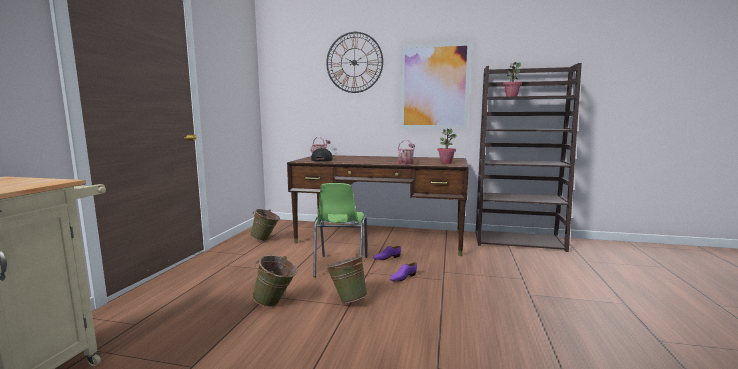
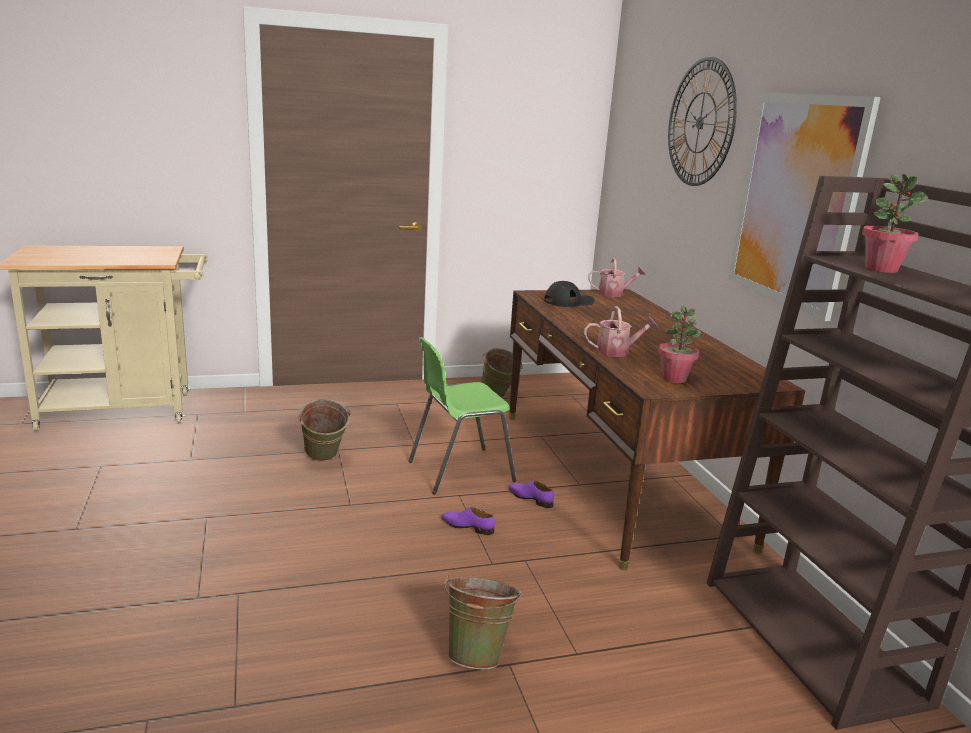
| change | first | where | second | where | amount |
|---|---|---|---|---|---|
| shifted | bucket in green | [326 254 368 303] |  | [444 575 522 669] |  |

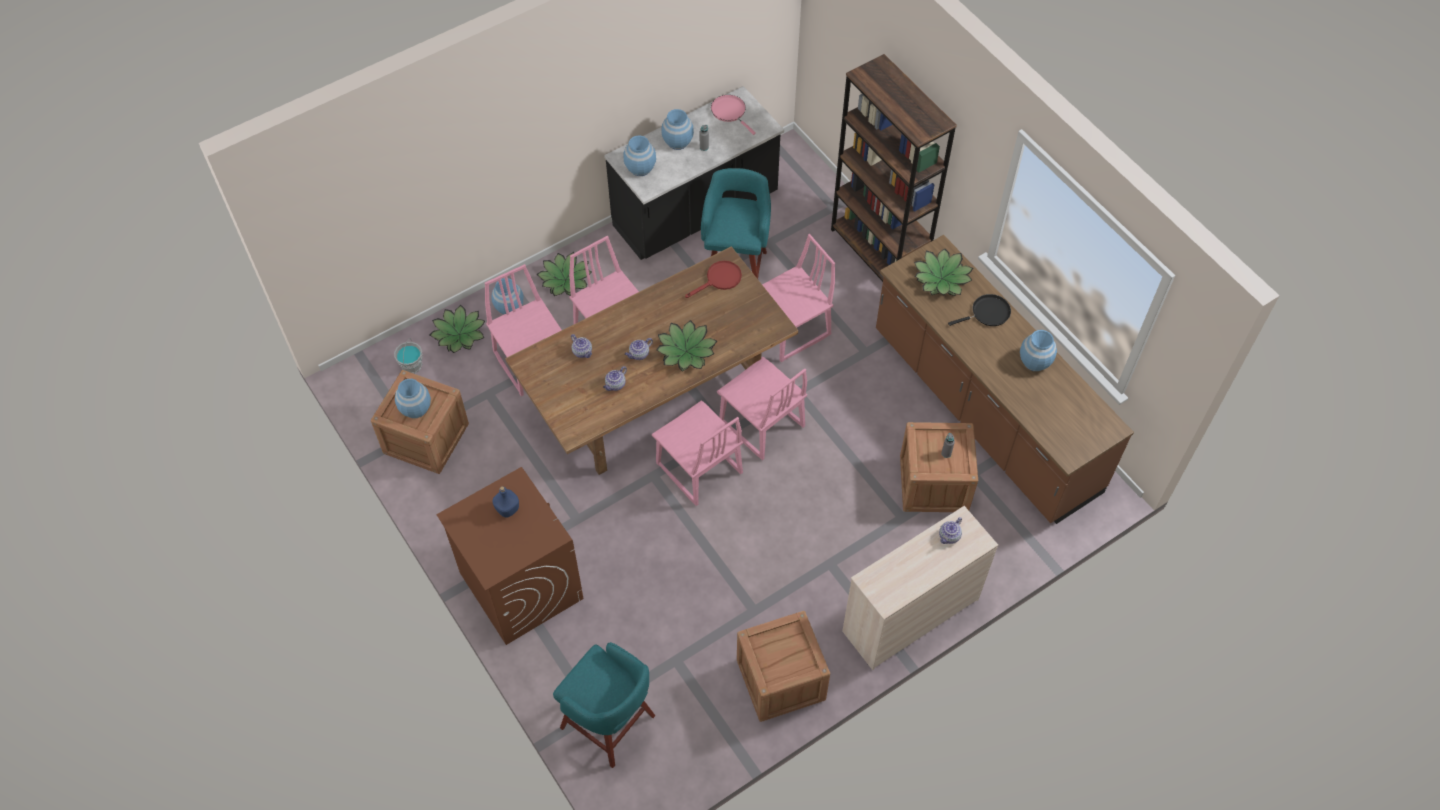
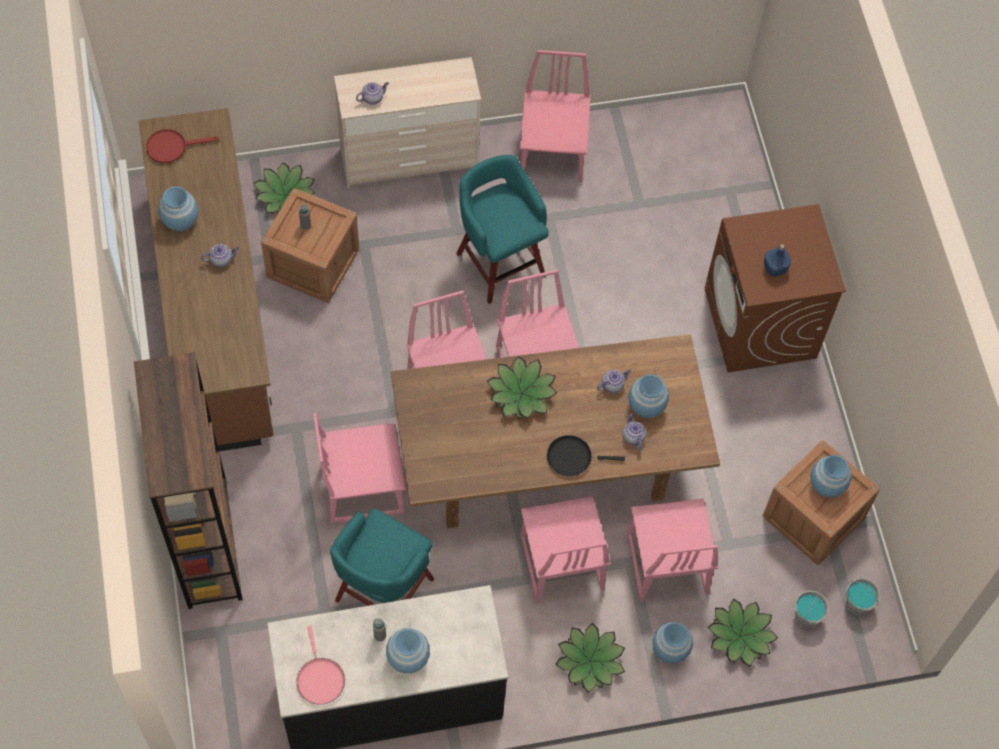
| change | first | where | second | where | amount |
|---|---|---|---|---|---|
| new |  |  | bucket in grey | [845 578 880 615] |  |
| shifted | stool in turquoise | [553 642 655 768] |  | [456 155 549 304] |  |
| shifted | vase in blue | [623 136 656 176] |  | [628 374 669 418] |  |
| shifted | teapot | [625 338 653 360] |  | [201 244 239 267] |  |
| shifted | frying pan in red | [685 261 742 298] |  | [146 129 220 163] |  |
| shifted | potted plant | [914 248 973 296] |  | [253 162 315 214] |  |
| shifted | frying pan in black | [948 294 1011 326] |  | [547 435 625 477] |  |
| swapped | crate | [737 611 830 722] | chair in pink | [520 50 591 183] |  |

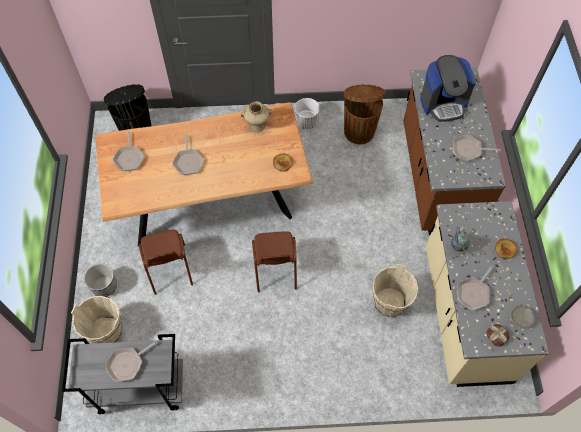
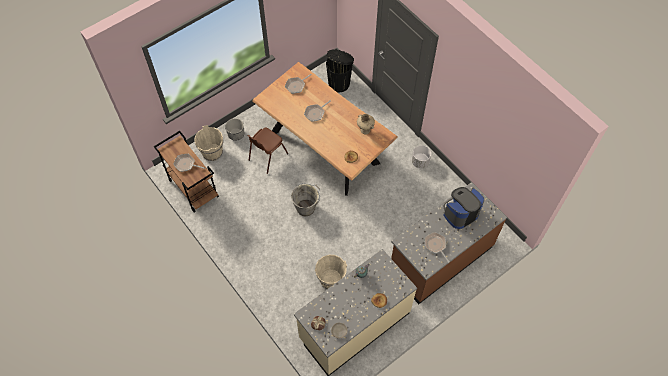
| change | first | where | second | where | amount |
|---|---|---|---|---|---|
| gone | trash can in brown | [344 85 385 144] |  |  |  |
| gone | frying pan | [457 266 493 310] |  |  |  |
| swapped | chair in brown | [252 231 297 292] | bucket in grey | [291 183 320 217] |  |
| repainted | cart in grey | [62 334 183 414] | cart in brown | [154 131 219 213] |  |
| rotated | coffee machine | [420 55 476 122] |  | [443 187 484 229] | 105 degrees clockwise |

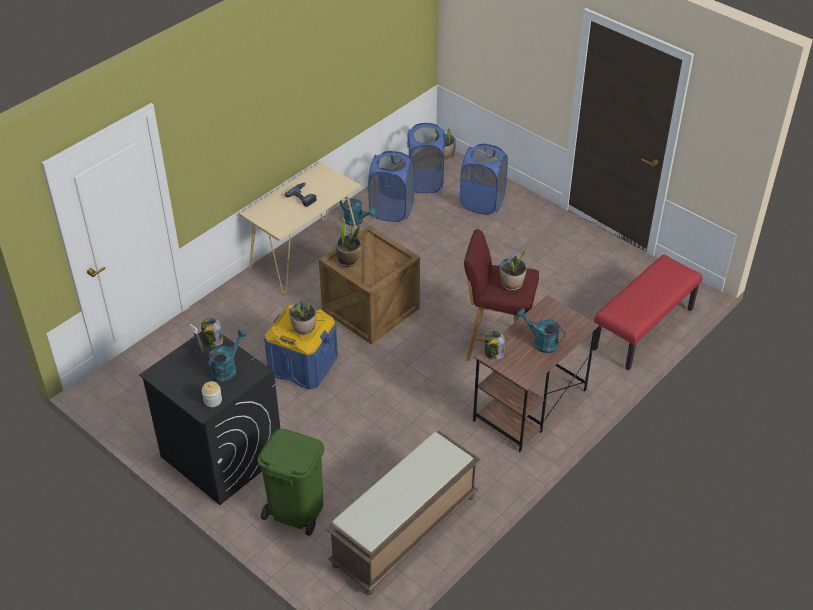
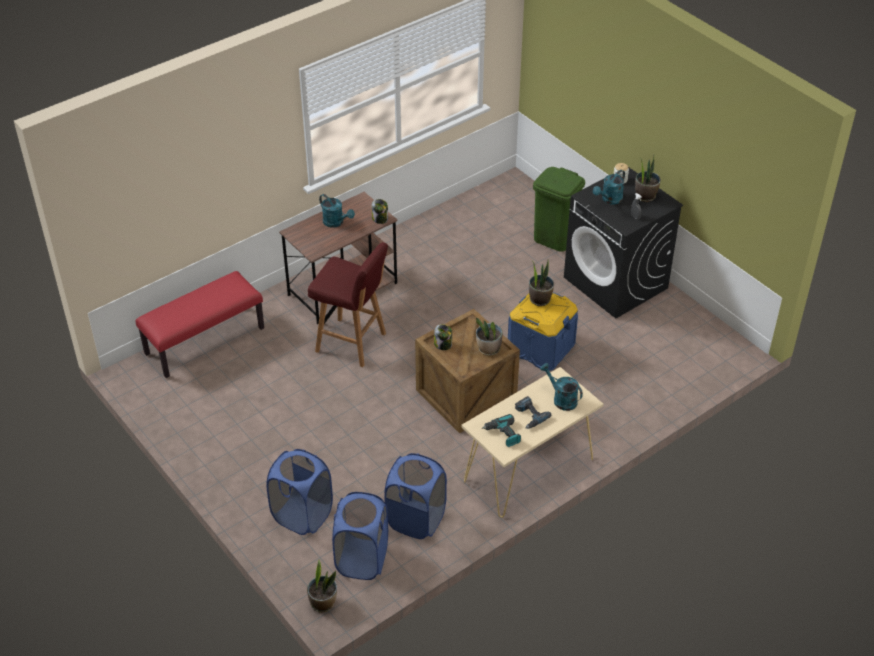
| change | first | where | second | where | amount |
|---|---|---|---|---|---|
| gone | bench in brown | [325 430 480 595] |  |  |  |
| new |  |  | power drill | [482 414 521 447] |  |
| shifted | jar | [201 318 223 347] |  | [434 324 452 350] |  |
| shifted | watering can in turquoise | [340 197 376 226] |  | [540 363 583 411] |  |
| shifted | potted plant | [499 249 527 290] |  | [635 156 661 202] |  |

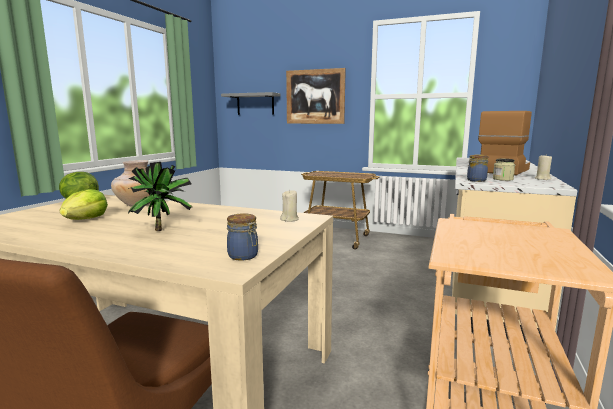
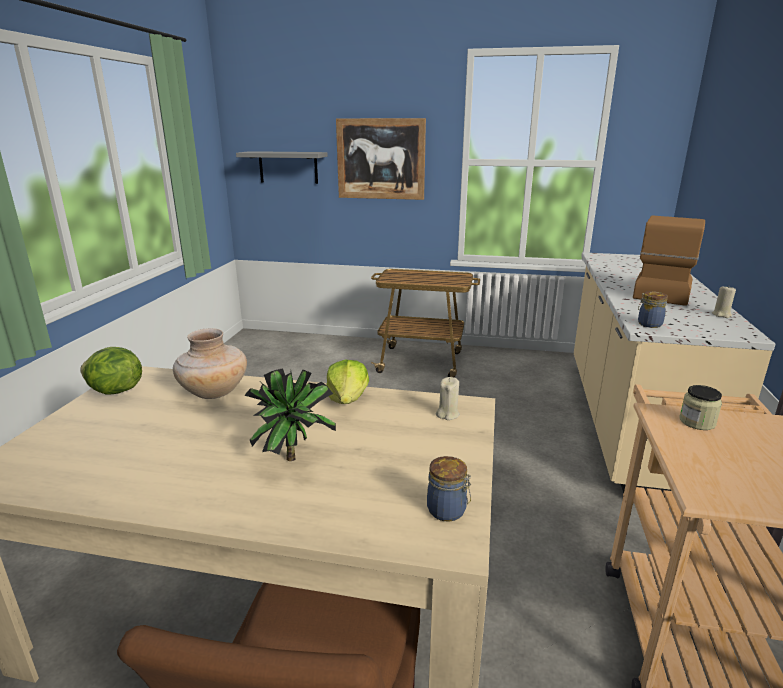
| change | first | where | second | where | amount |
|---|---|---|---|---|---|
| shifted | lettuce | [60 189 108 220] |  | [326 359 369 404] |  |
| shifted | jar | [493 159 515 181] |  | [679 385 722 430] |  |

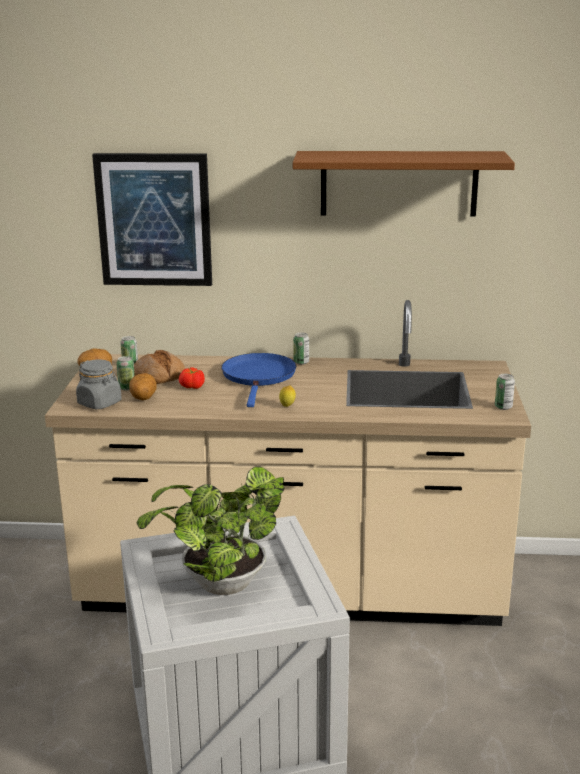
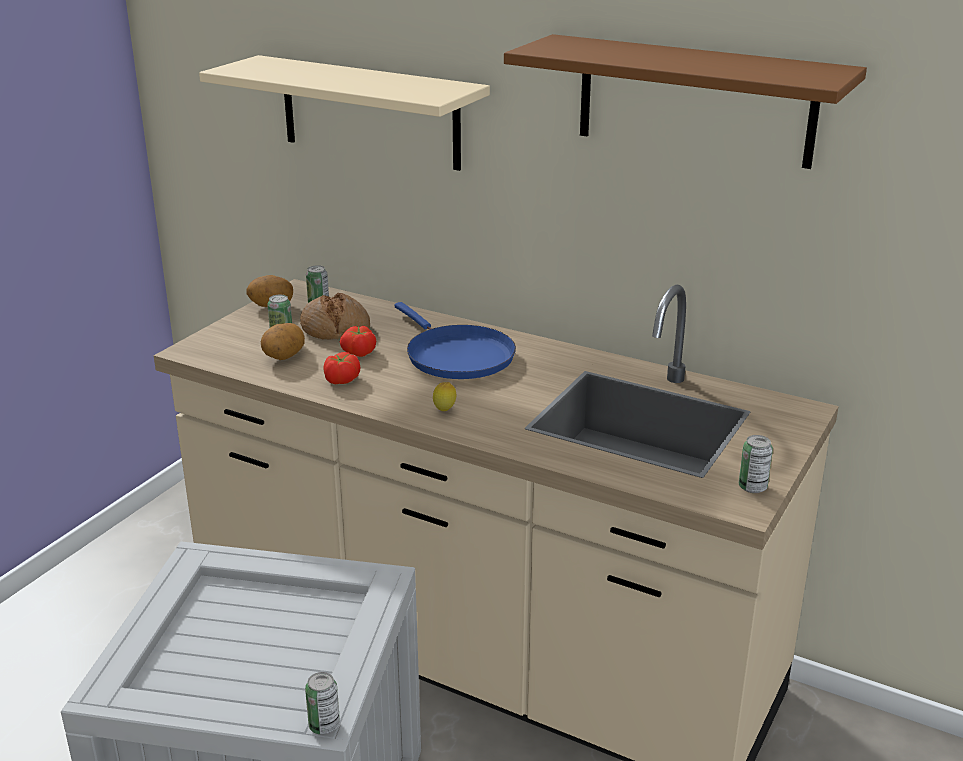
| change | first | where | second | where | amount |
|---|---|---|---|---|---|
| gone | jar in grey | [76 359 122 409] |  |  |  |
| gone | potted plant | [137 467 285 595] |  |  |  |
| new |  |  | tomato | [323 352 360 384] |  |
| shifted | can | [293 332 309 365] |  | [305 672 340 735] |  |
| swapped | picture | [92 153 212 286] | shelf in beige | [199 55 490 171] |  |
| rotated | frying pan in blue | [221 353 296 407] |  | [394 302 516 379] | 120 degrees clockwise |

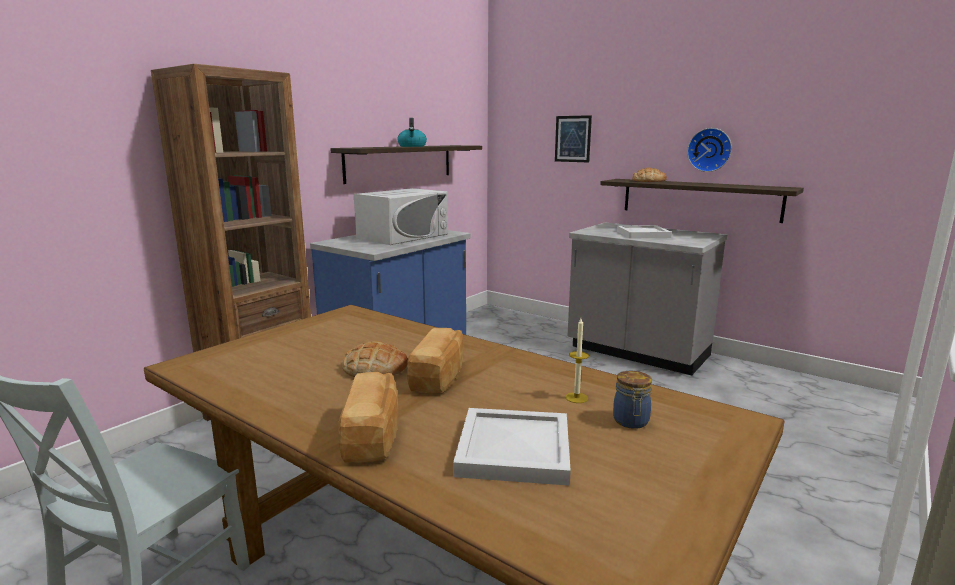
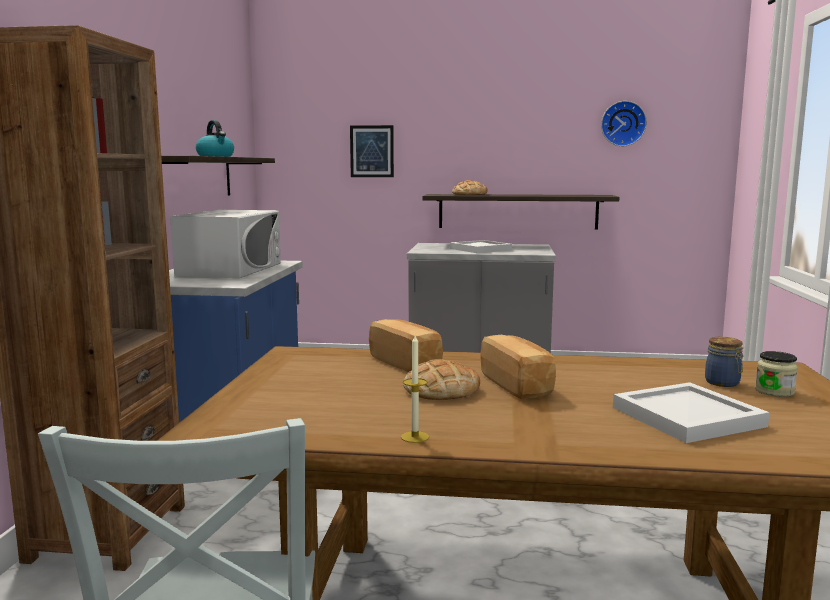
| change | first | where | second | where | amount |
|---|---|---|---|---|---|
| new |  |  | jar | [755 351 798 397] |  |
| shifted | bread | [338 372 398 463] |  | [369 319 443 372] |  |
| shifted | candle | [565 318 589 403] |  | [401 335 429 443] |  |
| shifted | wall clock | [687 128 732 172] |  | [601 101 647 146] |  |

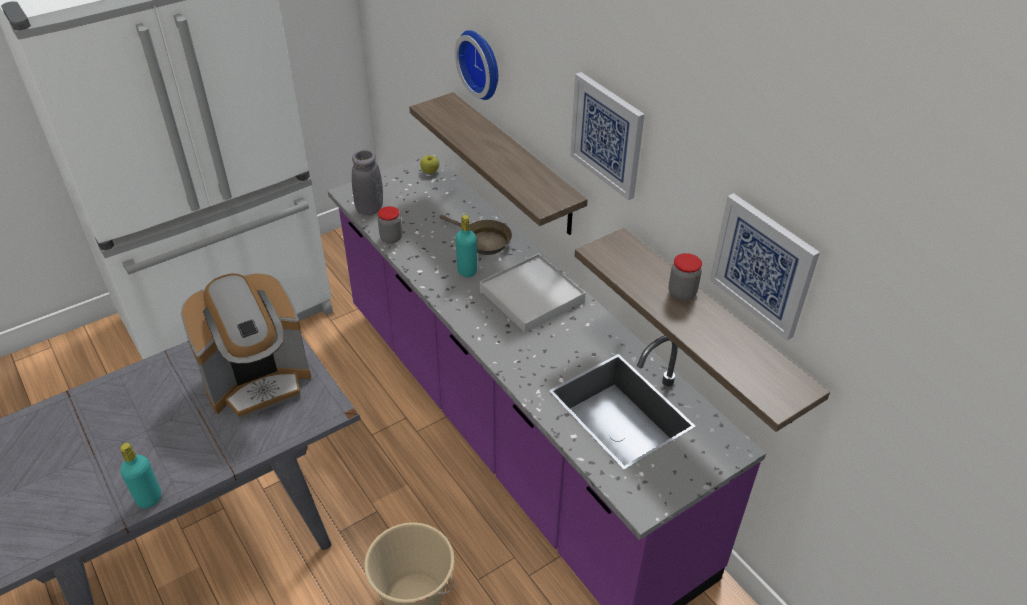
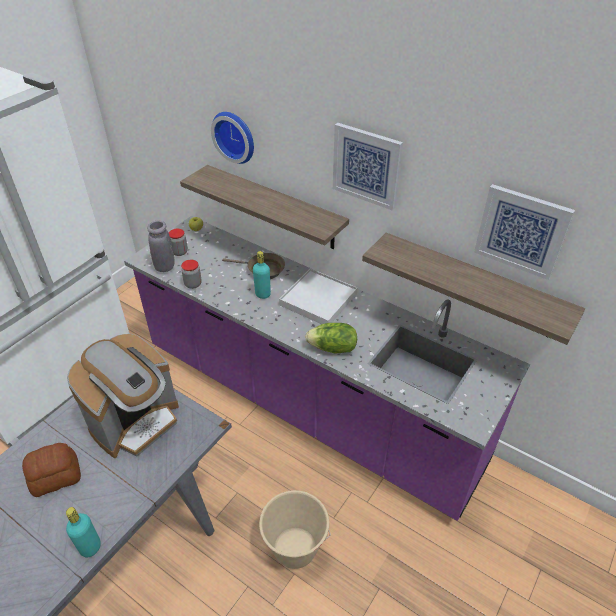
| change | first | where | second | where | amount |
|---|---|---|---|---|---|
| new |  |  | bread | [22 443 81 497] |  |
| new |  |  | lettuce | [305 323 357 353] |  |
| shifted | jar | [669 253 702 301] |  | [169 229 188 256] |  |

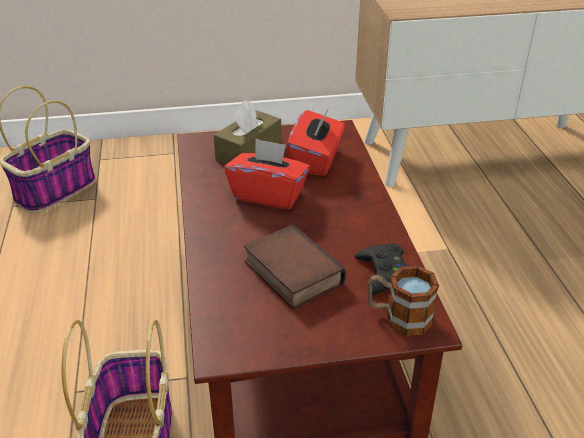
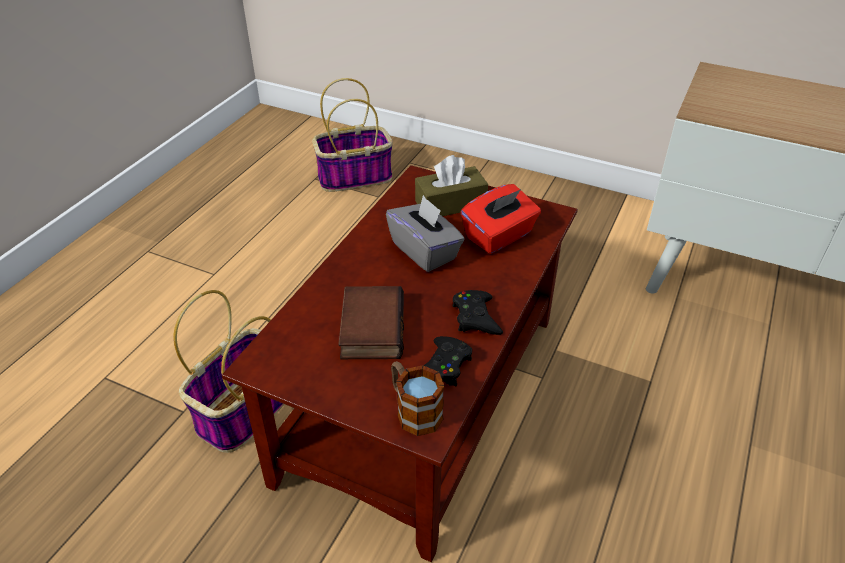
| change | first | where | second | where | amount |
|---|---|---|---|---|---|
| new |  |  | game controller in black | [453 290 503 335] |  |
| repainted | tissue box in red | [224 138 310 209] | tissue box in grey | [386 195 465 272] |  |

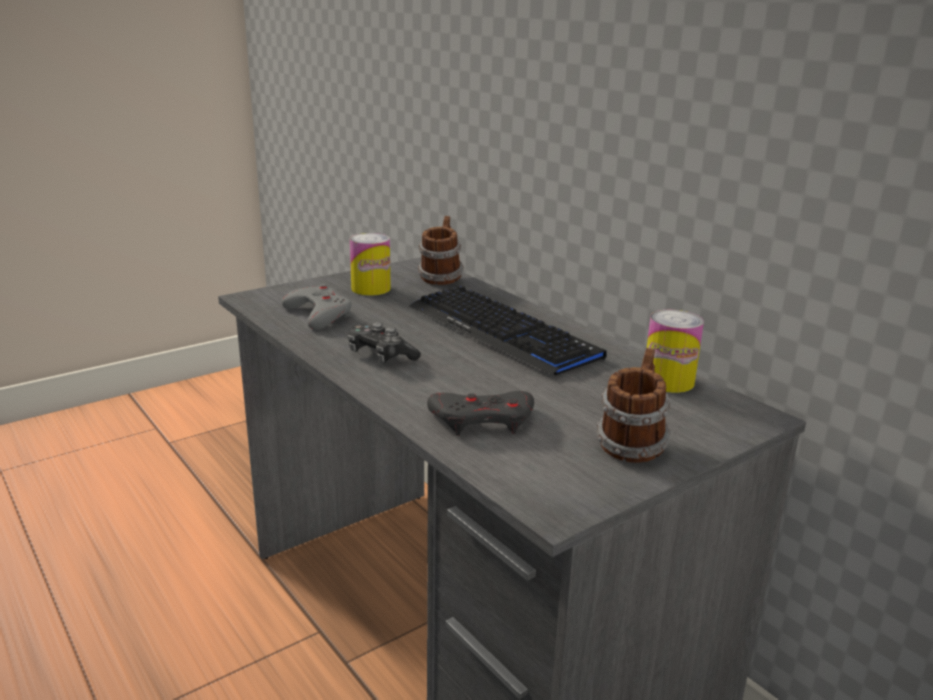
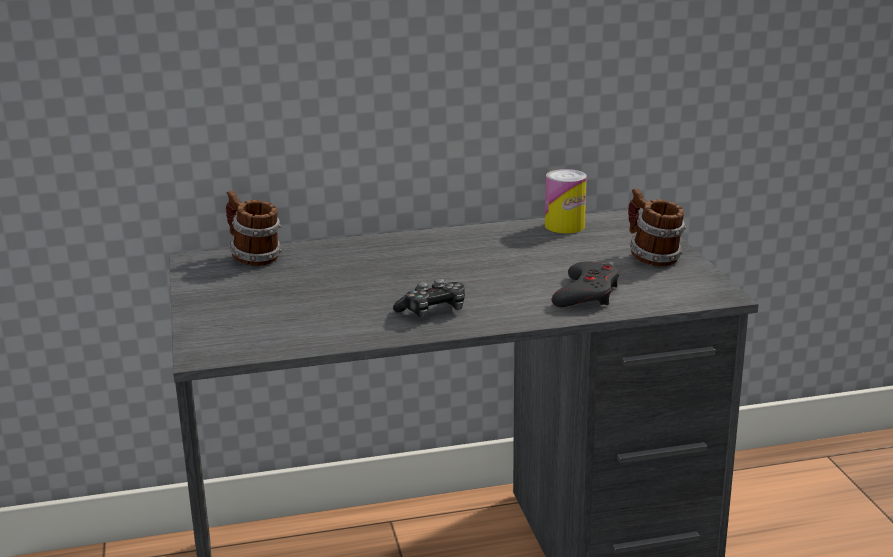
| change | first | where | second | where | amount |
|---|---|---|---|---|---|
| gone | game controller in grey | [282 284 352 330] |  |  |  |
| gone | can | [350 233 391 296] |  |  |  |
| gone | keyboard | [409 286 607 375] |  |  |  |

